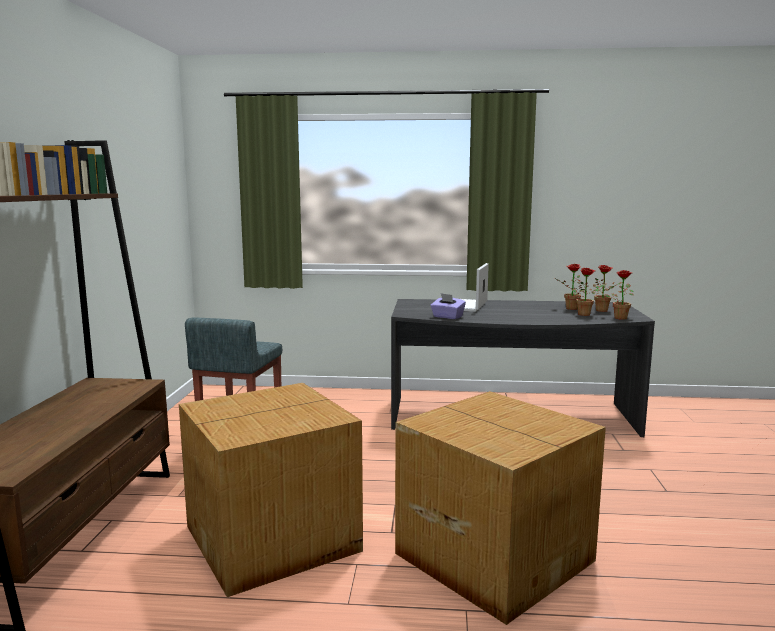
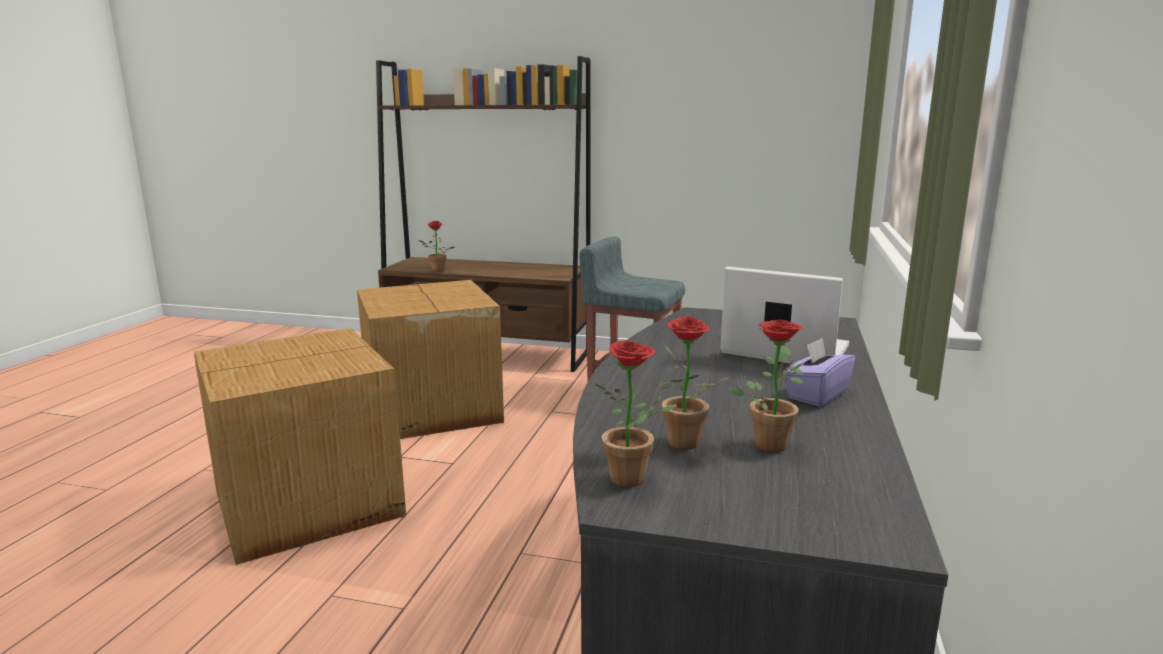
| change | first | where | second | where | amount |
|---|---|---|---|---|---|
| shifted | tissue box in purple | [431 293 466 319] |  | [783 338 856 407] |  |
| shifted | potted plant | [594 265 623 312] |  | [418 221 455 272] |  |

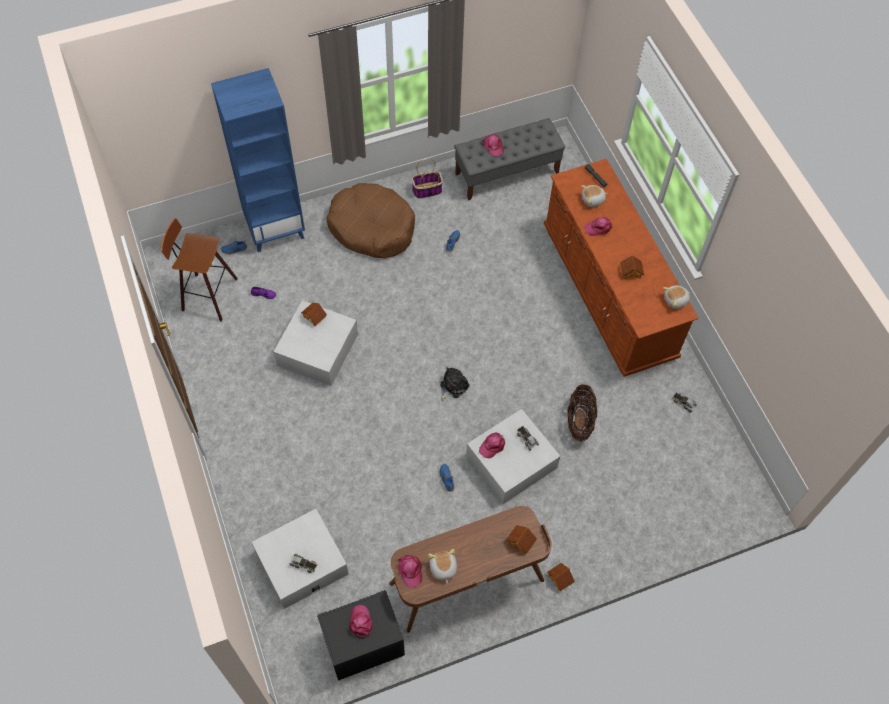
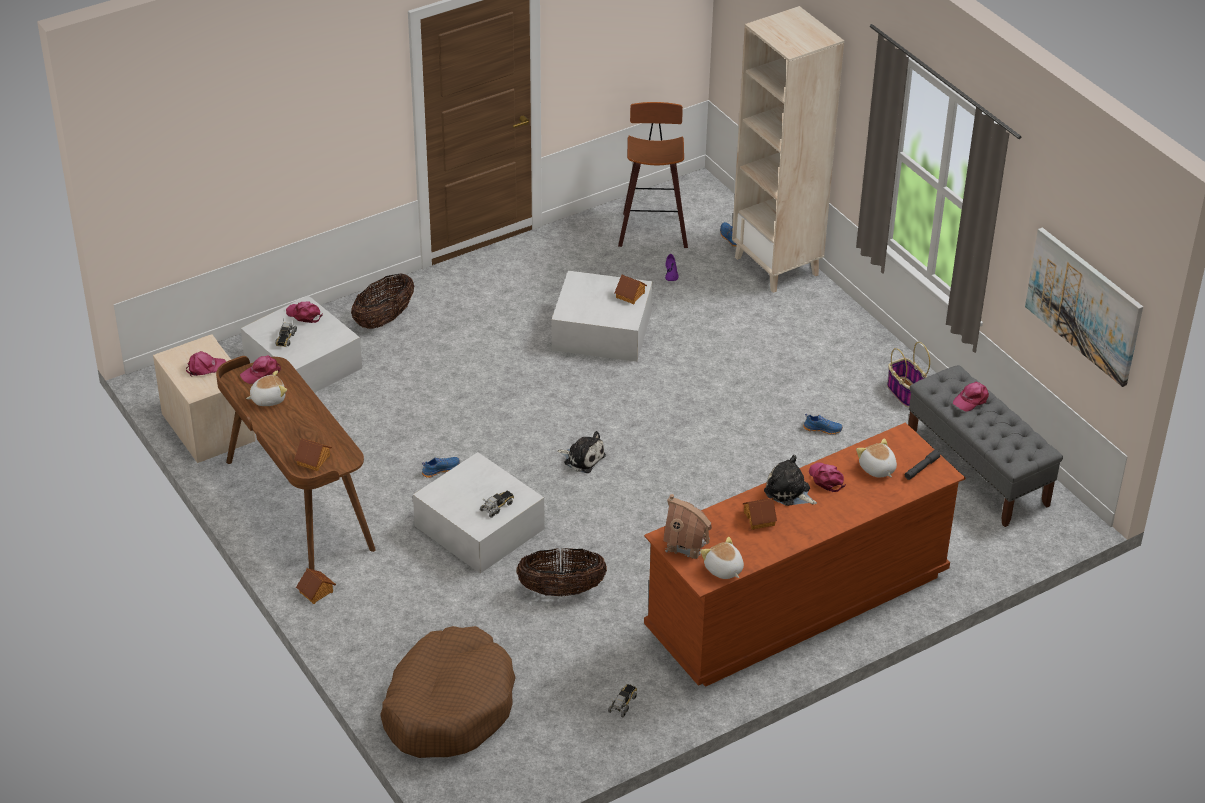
| change | first | where | second | where | amount |
|---|---|---|---|---|---|
| new |  |  | basket | [351 273 414 329] |  |
| new |  |  | toy house | [663 494 712 559] |  |
| new |  |  | plush toy | [764 455 817 506] |  |
| new |  |  | picture | [1025 228 1143 387] |  |
| shifted | dog bed in brown | [326 183 415 258] |  | [380 626 516 758] |  |
| shifted | cap in pink | [479 432 505 459] |  | [286 301 323 323] |  |
| repainted | bookcase in blue | [211 68 305 252] | bookcase in beige | [732 6 844 293] |  |
| repainted | nightstand in black | [317 590 405 681] | nightstand in beige | [153 334 256 463] |  |

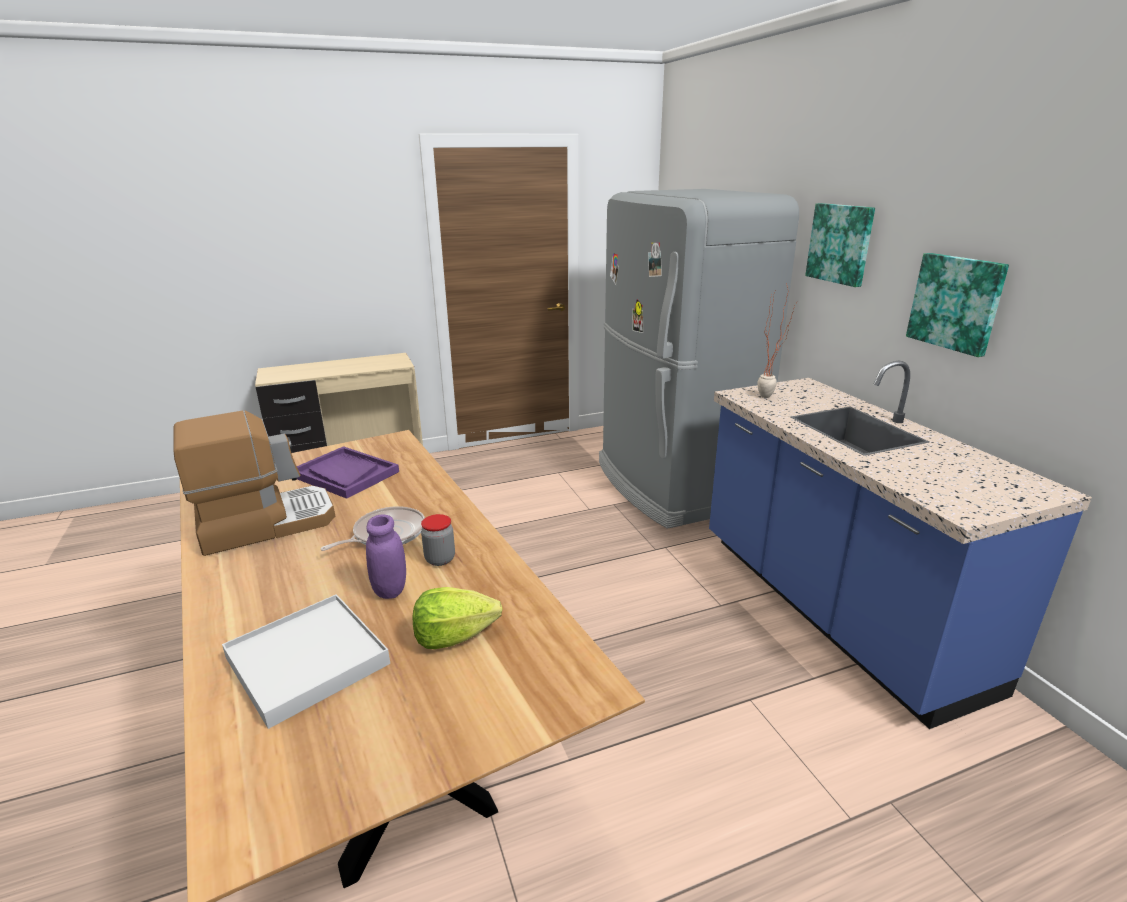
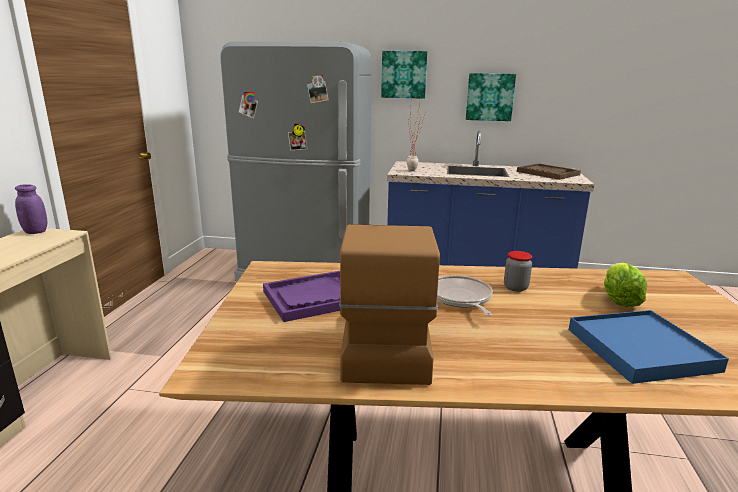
| change | first | where | second | where | amount |
|---|---|---|---|---|---|
| new |  |  | tray in brown | [517 163 581 180] |  |
| shifted | jar in purple | [366 515 406 599] |  | [15 184 47 234] |  |
| repainted | tray in white | [222 594 390 729] | tray in blue | [569 310 729 384] |  |

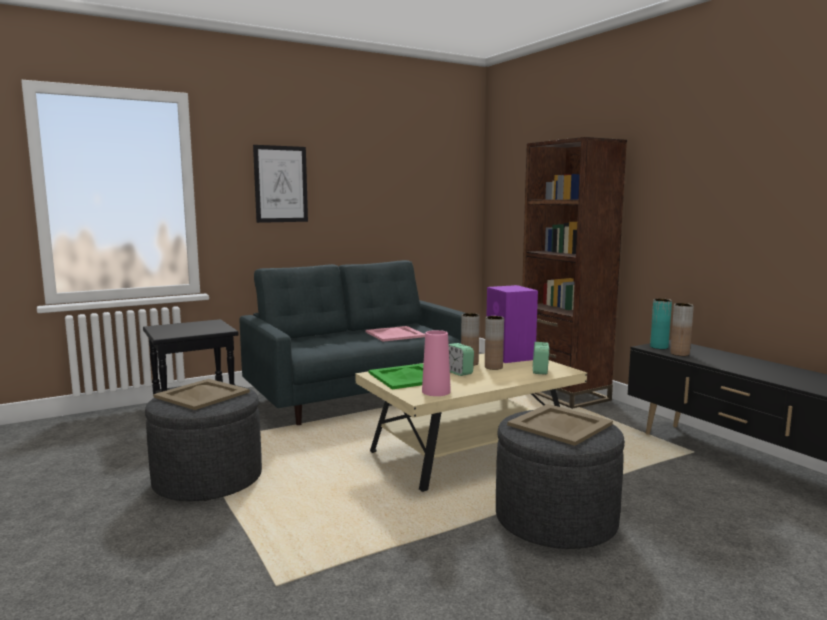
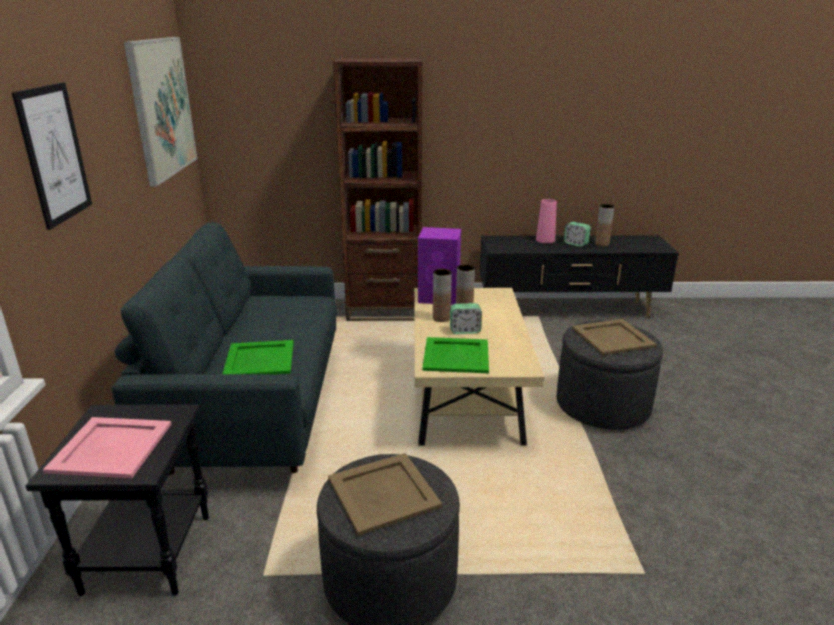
| change | first | where | second | where | amount |
|---|---|---|---|---|---|
| gone | vase in turquoise | [650 299 672 349] |  |  |  |
| new |  |  | picture | [124 37 197 187] |  |
| new |  |  | tray in green | [222 340 294 374] |  |
| shifted | tray in pink | [365 326 425 342] |  | [43 417 172 478] |  |
| shifted | vase in pink | [422 330 451 396] |  | [536 199 557 243] |  |
| shifted | alarm clock | [533 342 549 374] |  | [564 222 591 247] |  |
| shifted | vase in brown | [670 303 694 356] |  | [595 204 614 247] |  |

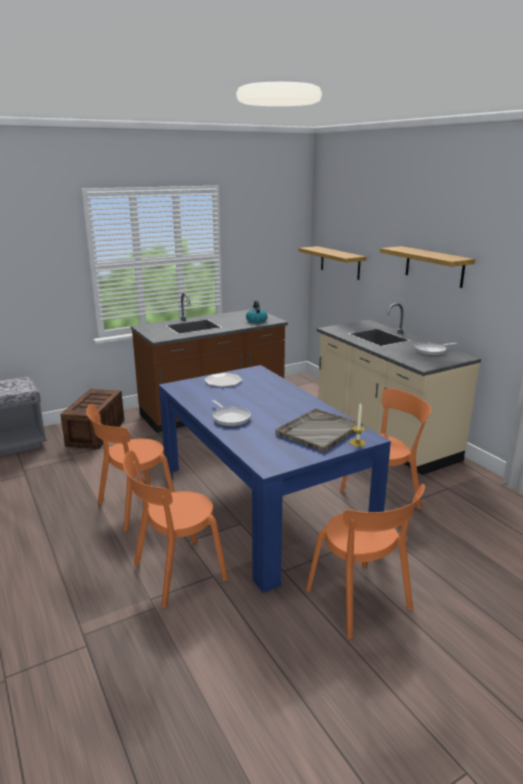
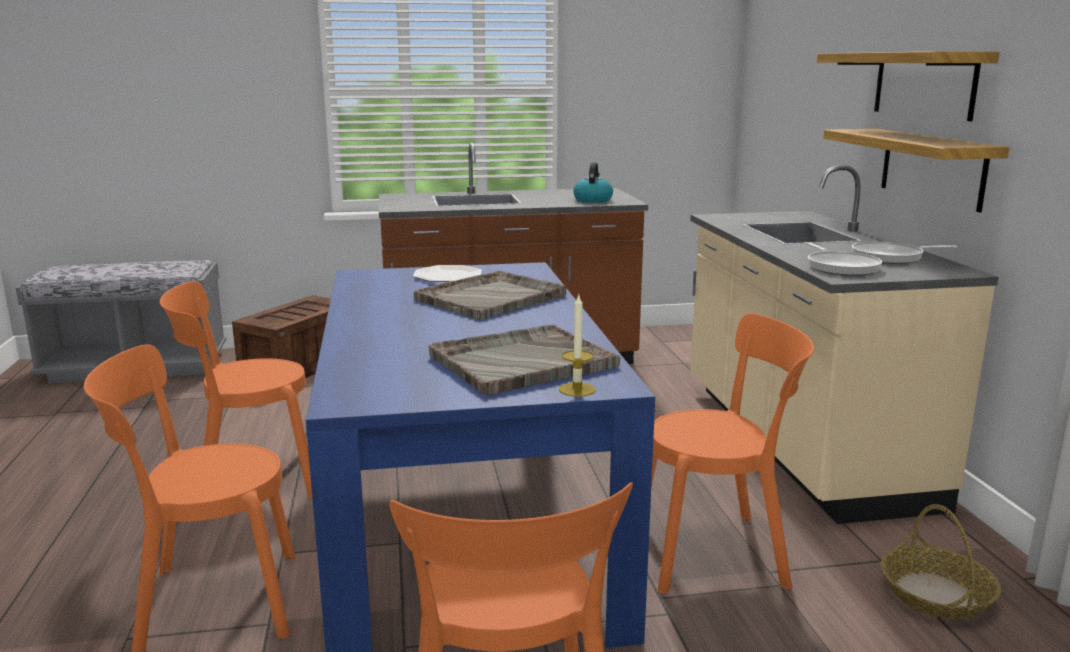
| change | first | where | second | where | amount |
|---|---|---|---|---|---|
| new |  |  | tray in grey | [414 270 566 320] |  |
| new |  |  | basket | [881 504 1001 619] |  |
| shifted | frying pan | [212 400 251 426] |  | [804 242 882 276] |  |
| shifted | shelf | [298 246 367 280] |  | [823 129 1009 213] |  |

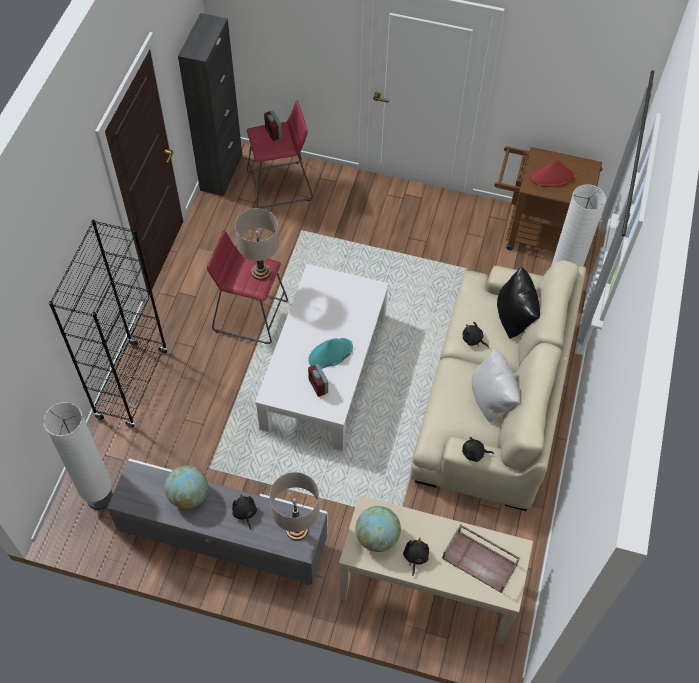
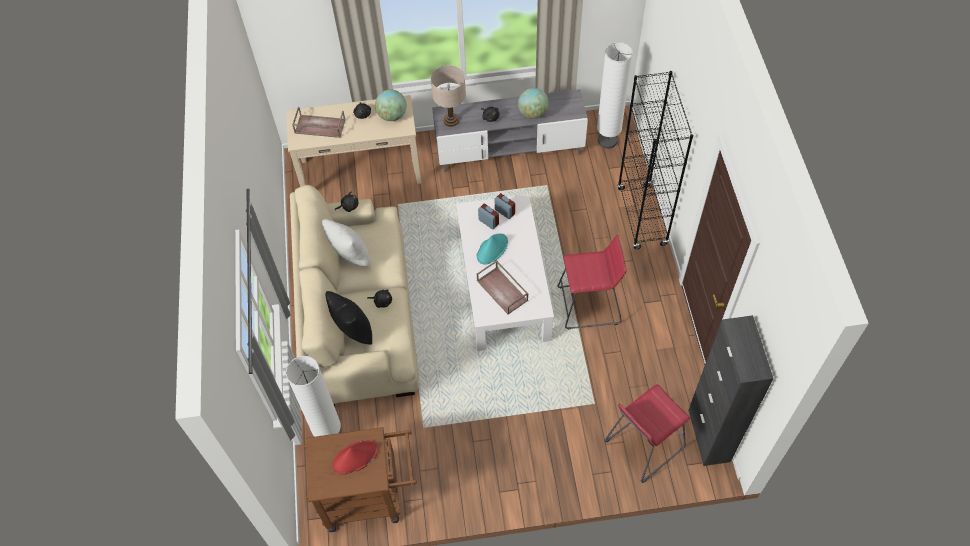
| change | first | where | second | where | amount |
|---|---|---|---|---|---|
| gone | table lamp in beige | [235 208 279 280] |  |  |  |
| new |  |  | tray in brown | [477 260 528 315] |  |
| shifted | alarm clock | [264 110 282 141] |  | [495 193 515 219] |  |

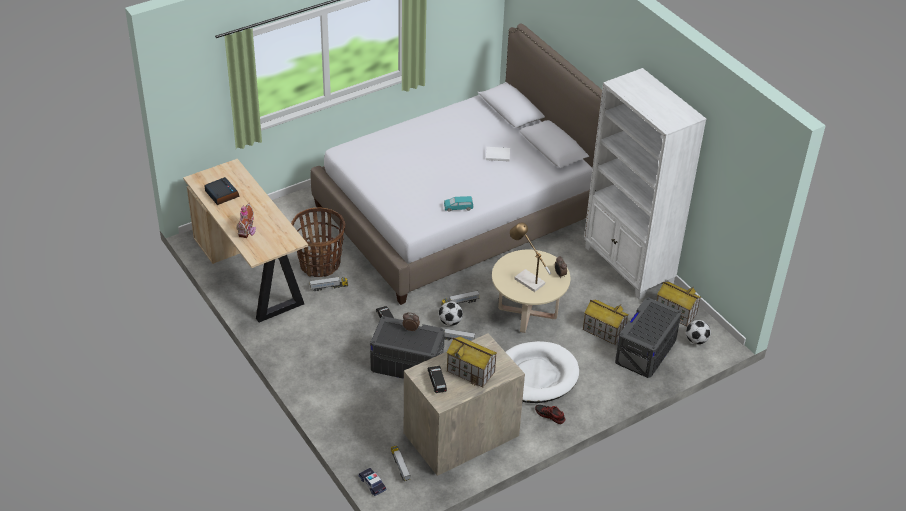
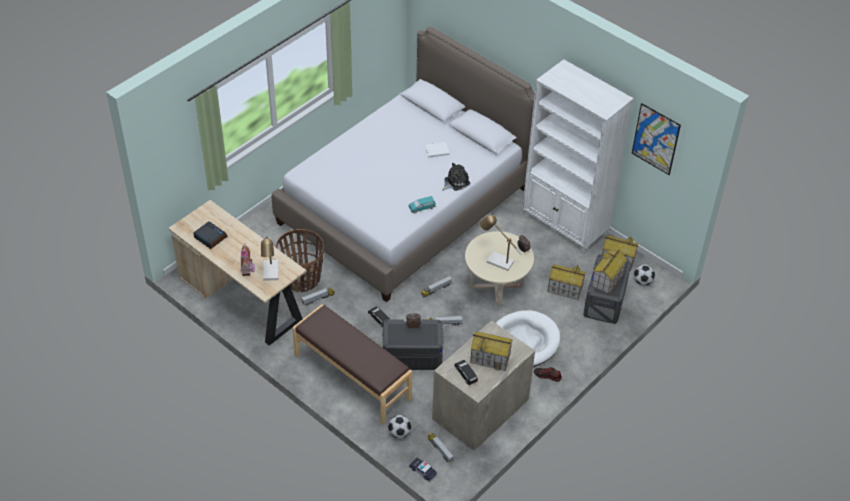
| change | first | where | second | where | amount |
|---|---|---|---|---|---|
| new |  |  | table lamp | [261 236 279 281] |  |
| new |  |  | bench in brown | [292 304 412 424] |  |
| new |  |  | plush toy | [442 163 470 191] |  |
| new |  |  | toy house | [591 249 627 294] |  |
| new |  |  | picture | [632 103 681 175] |  |
| shifted | football | [439 301 463 326] |  | [388 415 411 439] |  |

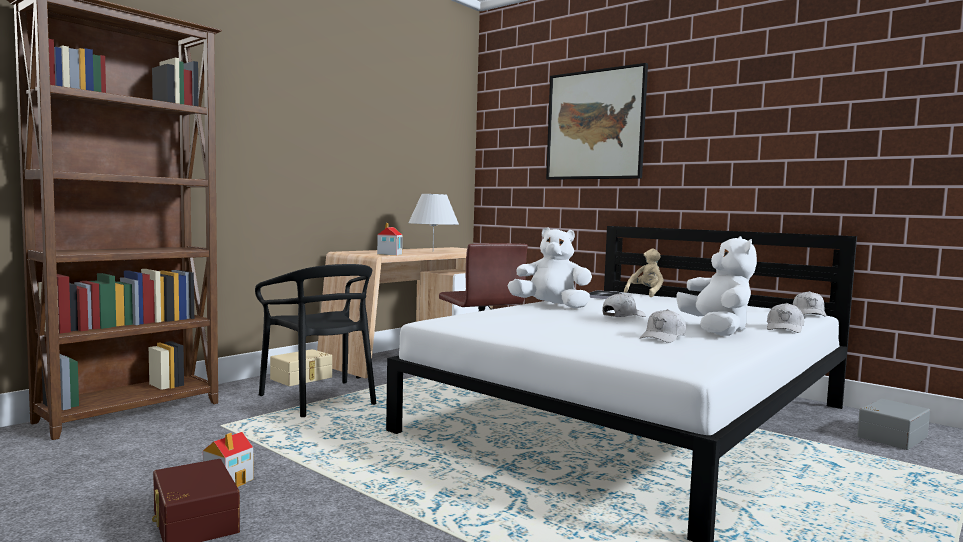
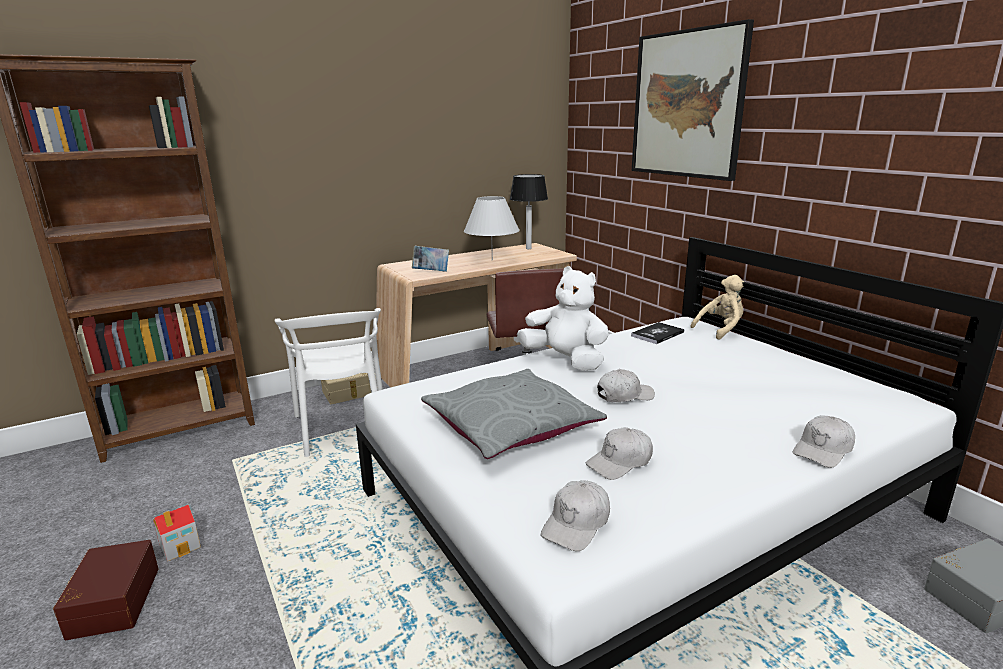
| change | first | where | second | where | amount |
|---|---|---|---|---|---|
| gone | plush toy in white | [676 236 757 336] |  |  |  |
| new |  |  | pillow in grey | [421 369 607 459] |  |
| new |  |  | table lamp | [510 174 548 249] |  |
| shifted | cap in white | [793 291 827 317] |  | [541 481 610 551] |  |
| swapped | toy house | [377 223 403 255] | book | [412 246 449 272] |  |
| repainted | chair in black | [255 264 376 417] | chair in white | [275 308 383 457] |  |

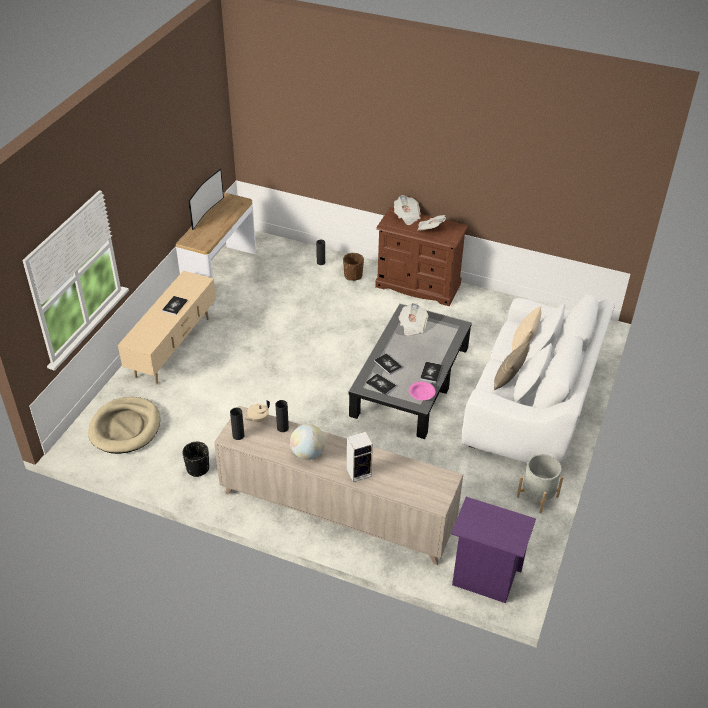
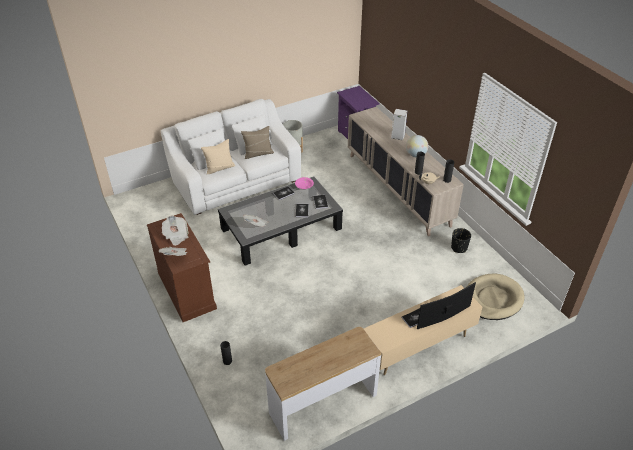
| change | first | where | second | where | amount |
|---|---|---|---|---|---|
| gone | planter in brown | [343 253 364 281] |  |  |  |
| shifted | television | [189 169 224 230] |  | [417 282 476 329] |  |

